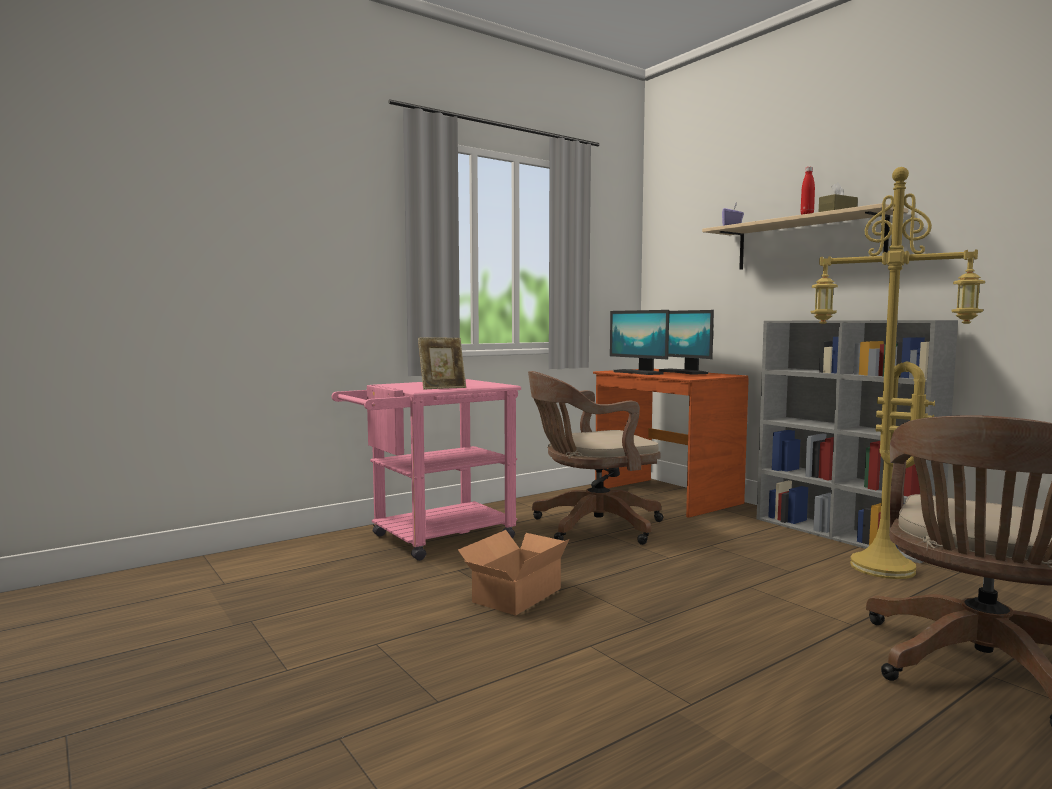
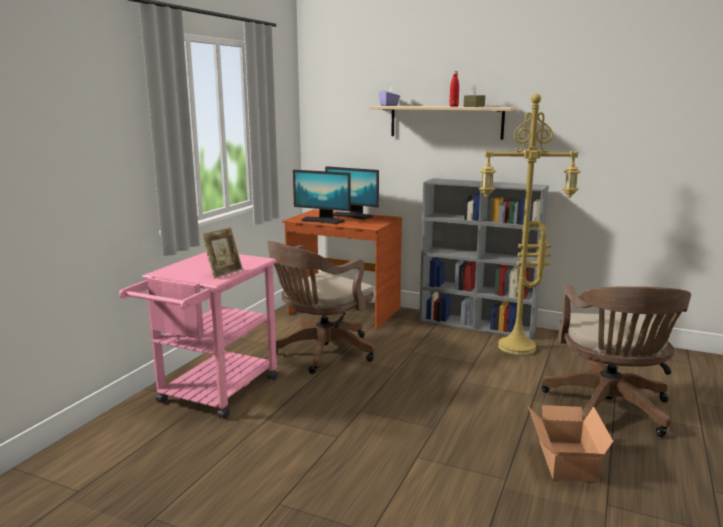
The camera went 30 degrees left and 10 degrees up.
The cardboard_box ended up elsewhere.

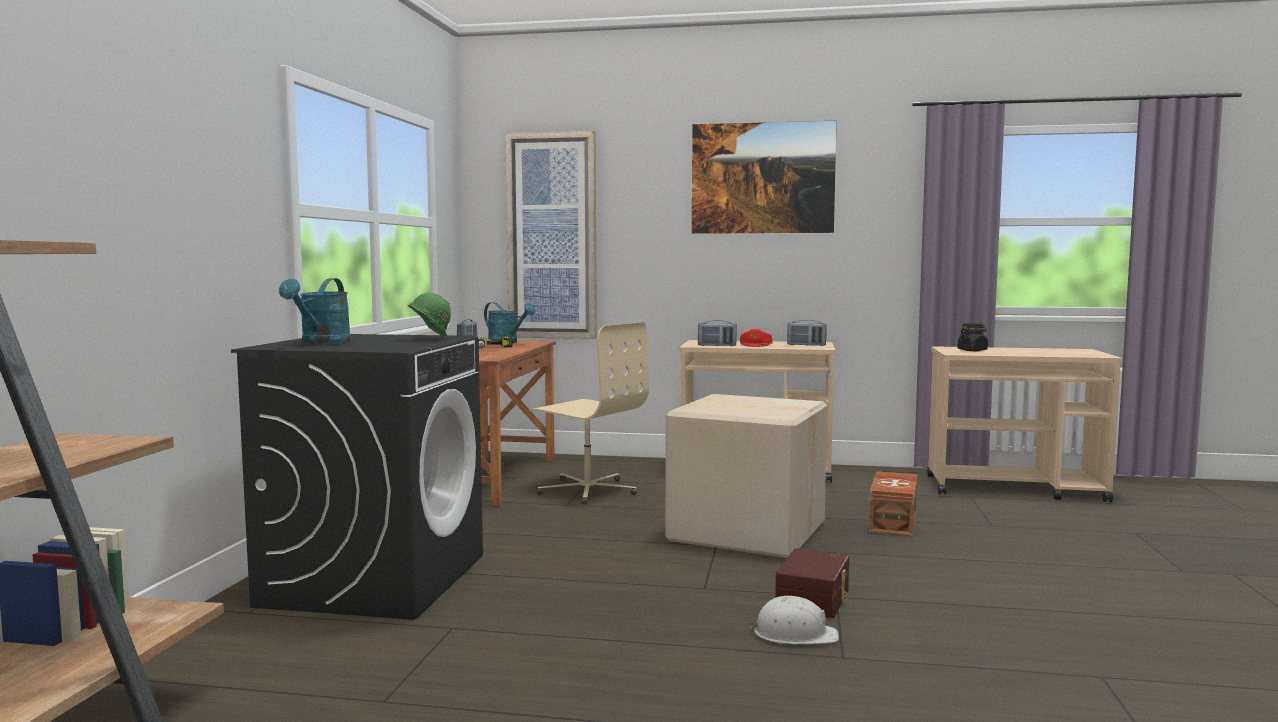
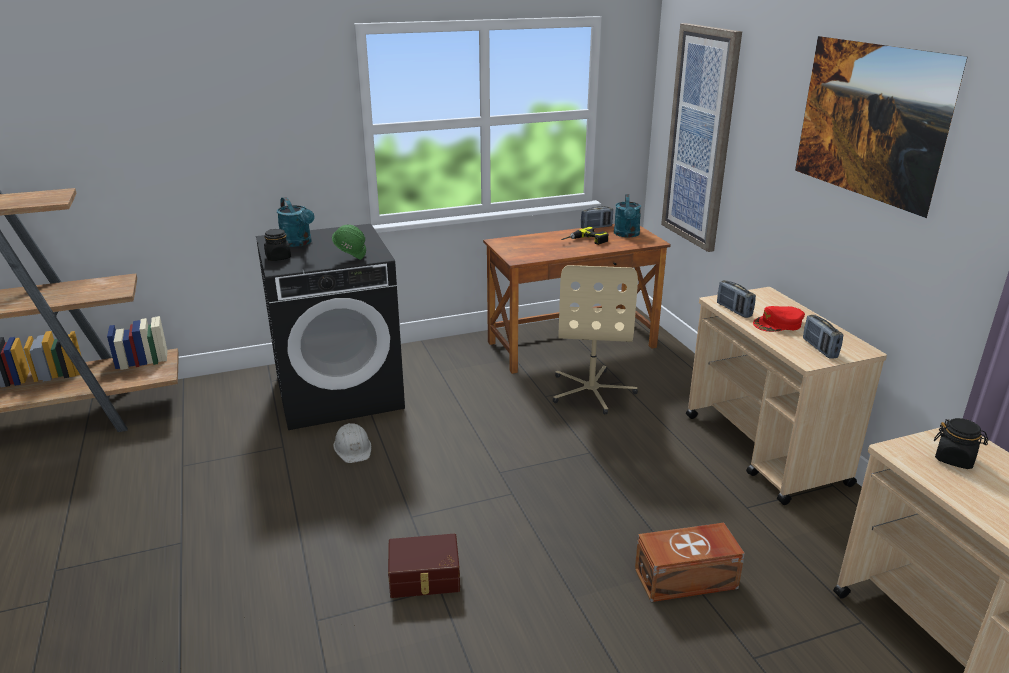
The camera went 60 degrees right and 20 degrees up.
The turquoise_watering_can (no. 1 from left) ended up facing another way, 105 degrees counterclockwise from before.
The second view lost the cardboard_box.
The white_hard_hat ended up elsewhere.
The second view gained the black_jar (no. 1 from left).

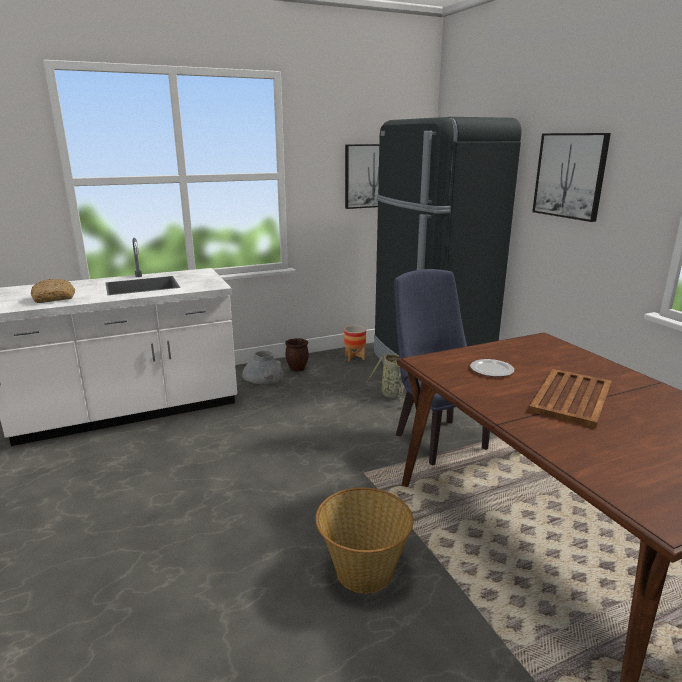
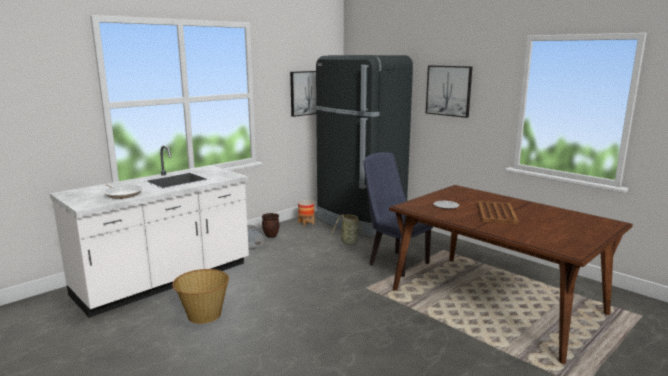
The camera went 20 degrees left and 5 degrees down.
Where the bread stood, the frying_pan came to stand.
The basket (no. 1 from left) ended up elsewhere.

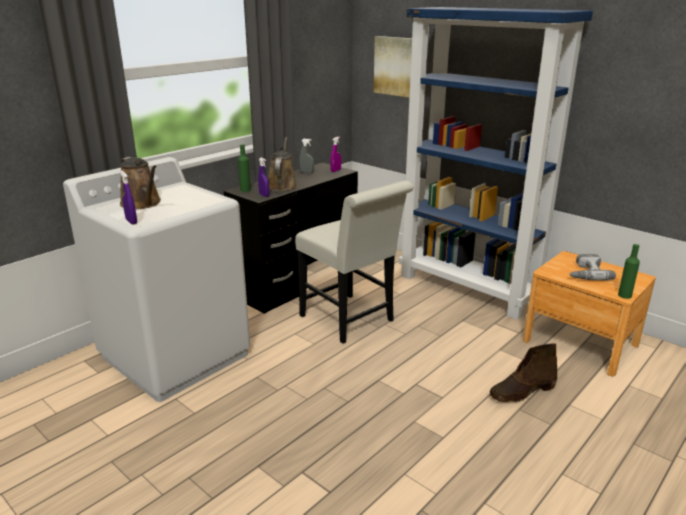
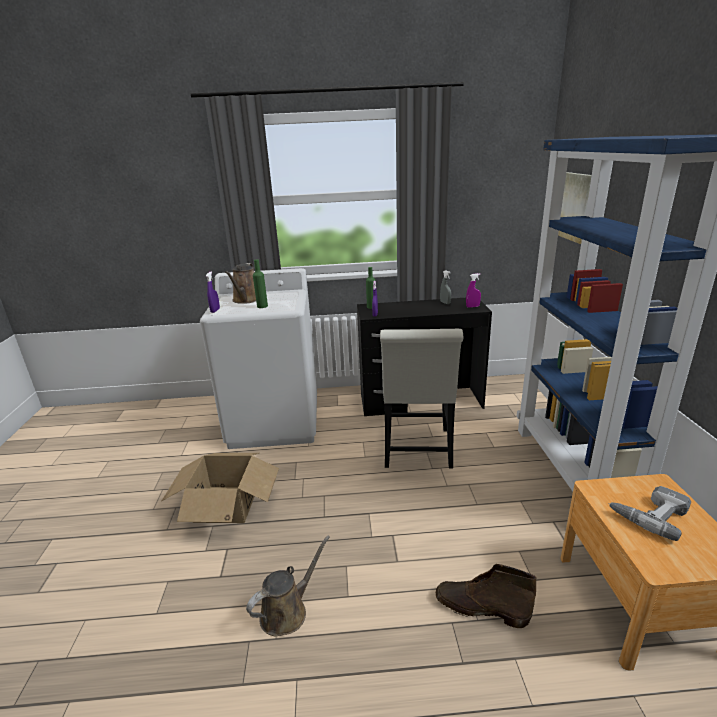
The camera went 45 degrees right and 0 degrees up.
The brown_watering_can (no. 2 from left) ended up elsewhere.
The green_bottle (no. 2 from left in the first image) ended up elsewhere.
The second view gained the cardboard_box.

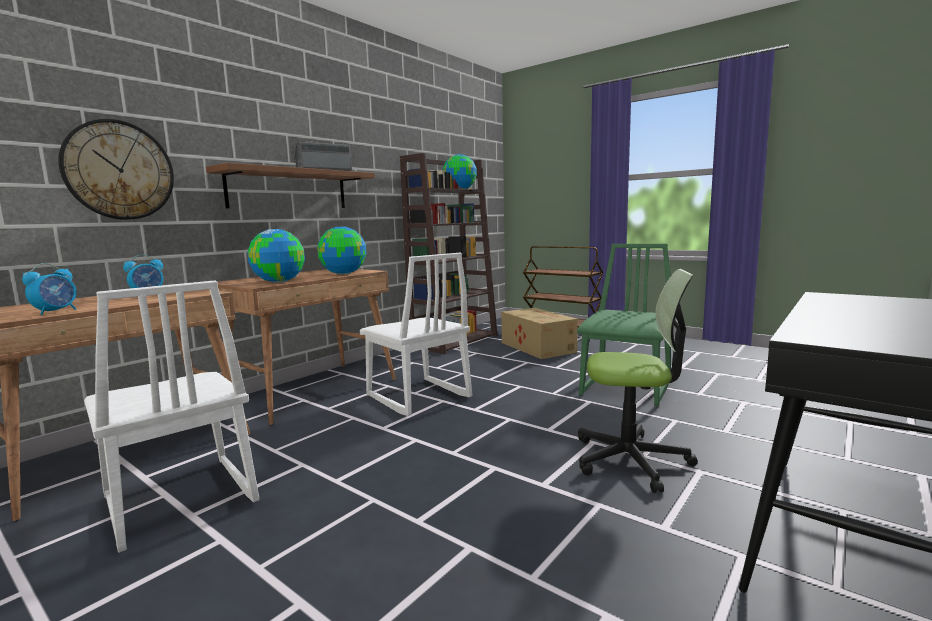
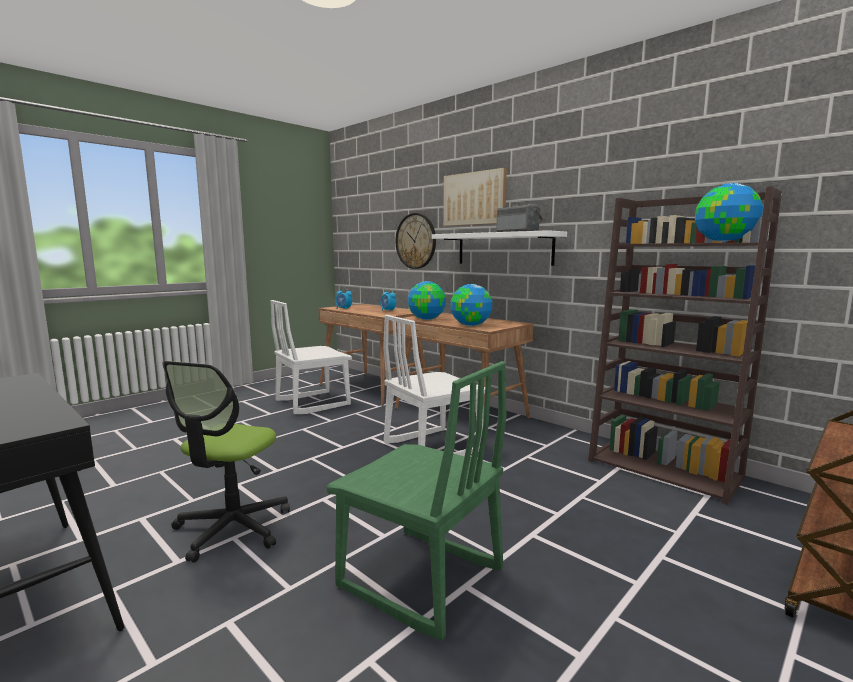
The camera went 95 degrees right and 0 degrees up.
What was the brown_shelf turned into the white_shelf.
The second view lost the cardboard_box.
The second view gained the picture.

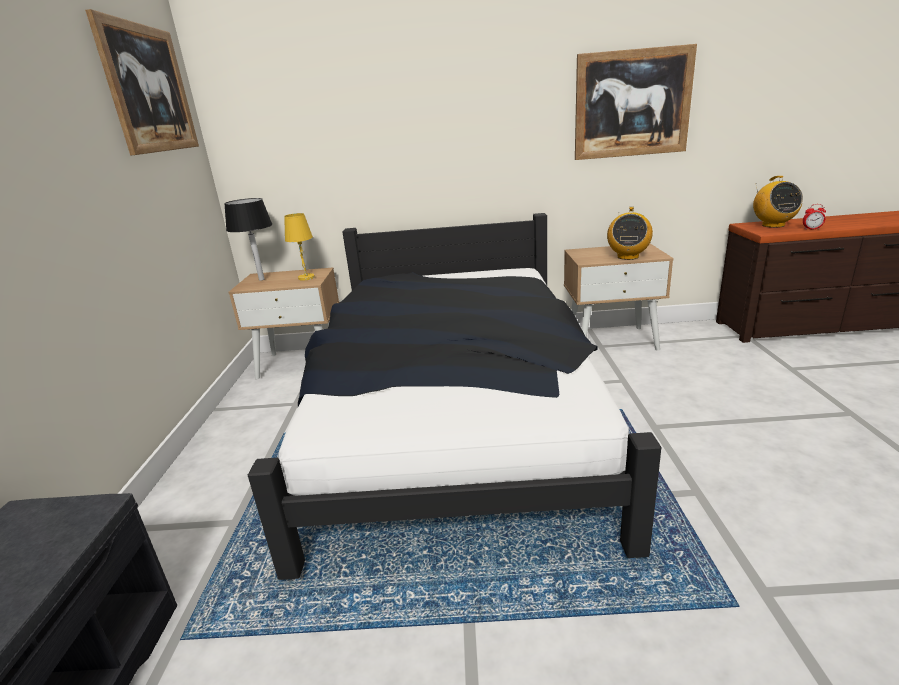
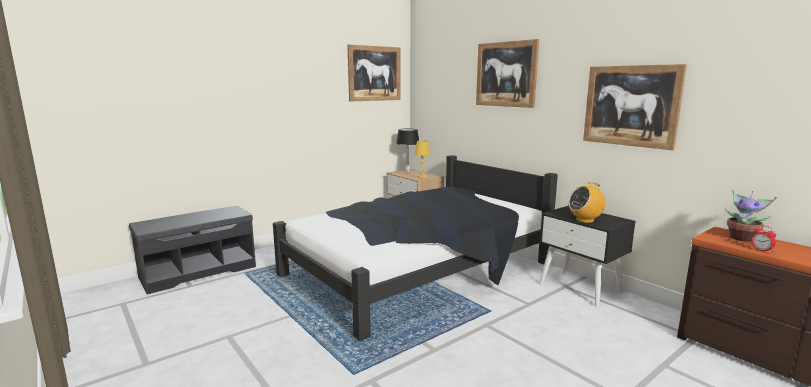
The camera went 50 degrees right and 10 degrees down.
Where the radio (no. 2 from left) stood, the potted_plant came to stand.
What was the beige_nightstand (no. 2 from left) turned into the black_nightstand.
The second view gained the picture (no. 2 from left).

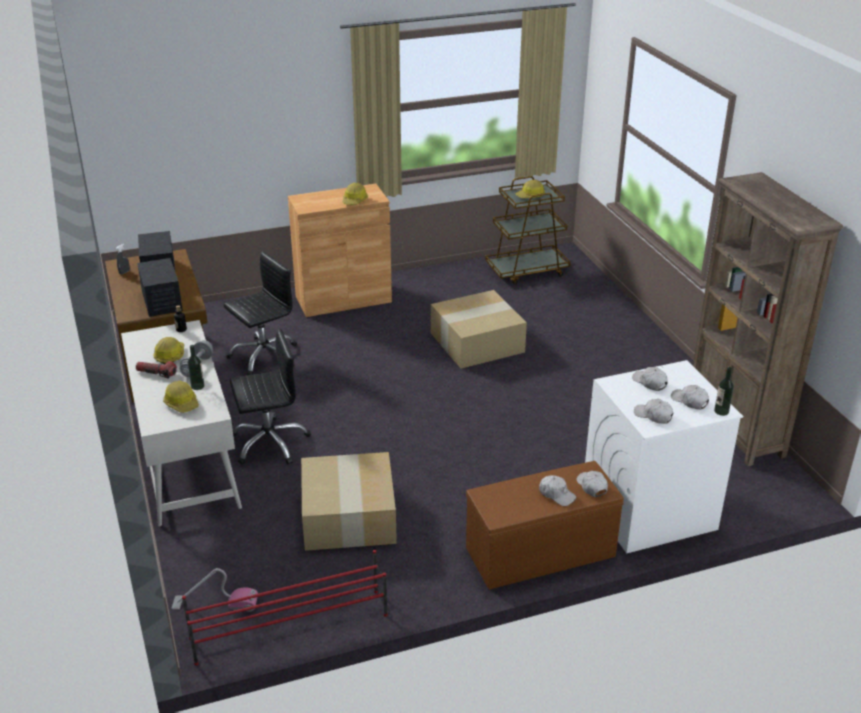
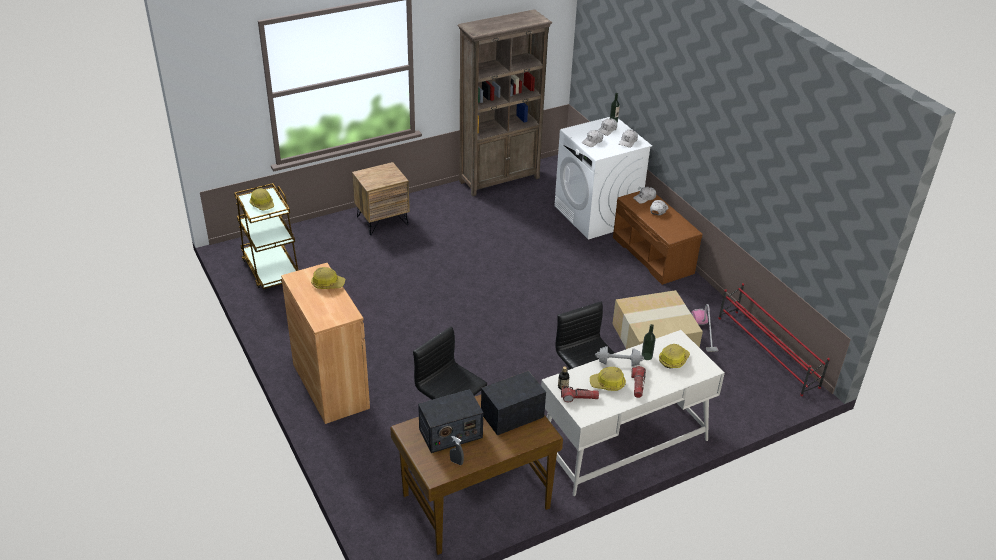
The camera went 100 degrees left and 5 degrees up.
The second view lost the cardboard_box (no. 2 from left).
The vacuum_cleaner ended up elsewhere.
The second view gained the brown_nightstand.
The second view gained the flashlight (no. 1 from left).

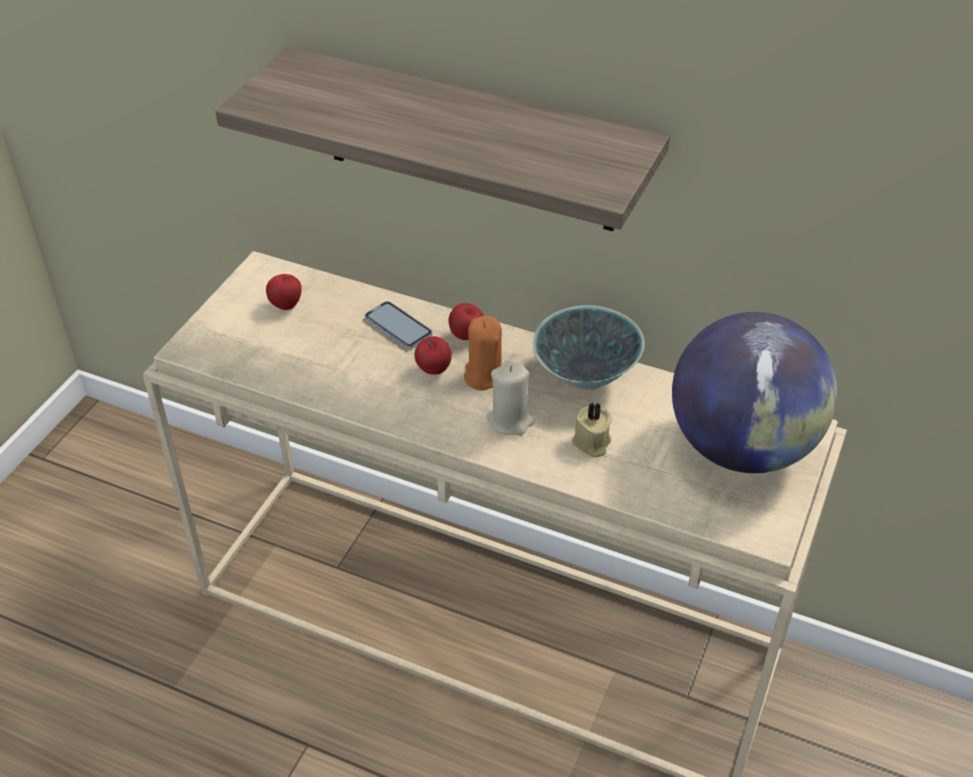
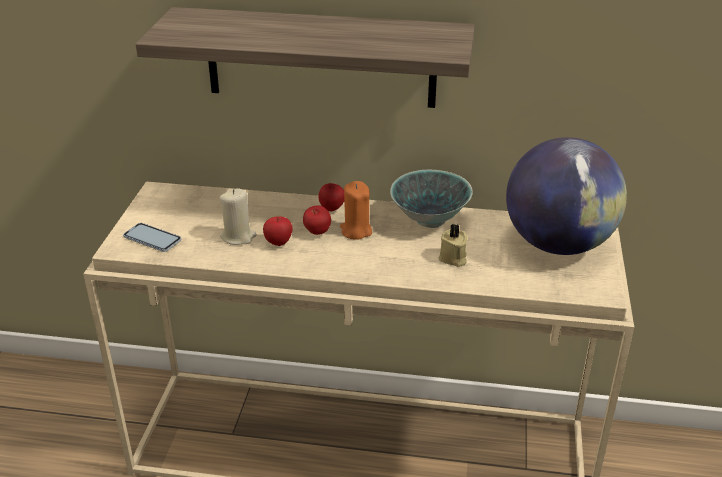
The camera went 15 degrees left and 10 degrees down.
The apple (no. 1 from left) ended up elsewhere.
The phone ended up elsewhere.
The beige_candle (no. 1 from left) ended up elsewhere.

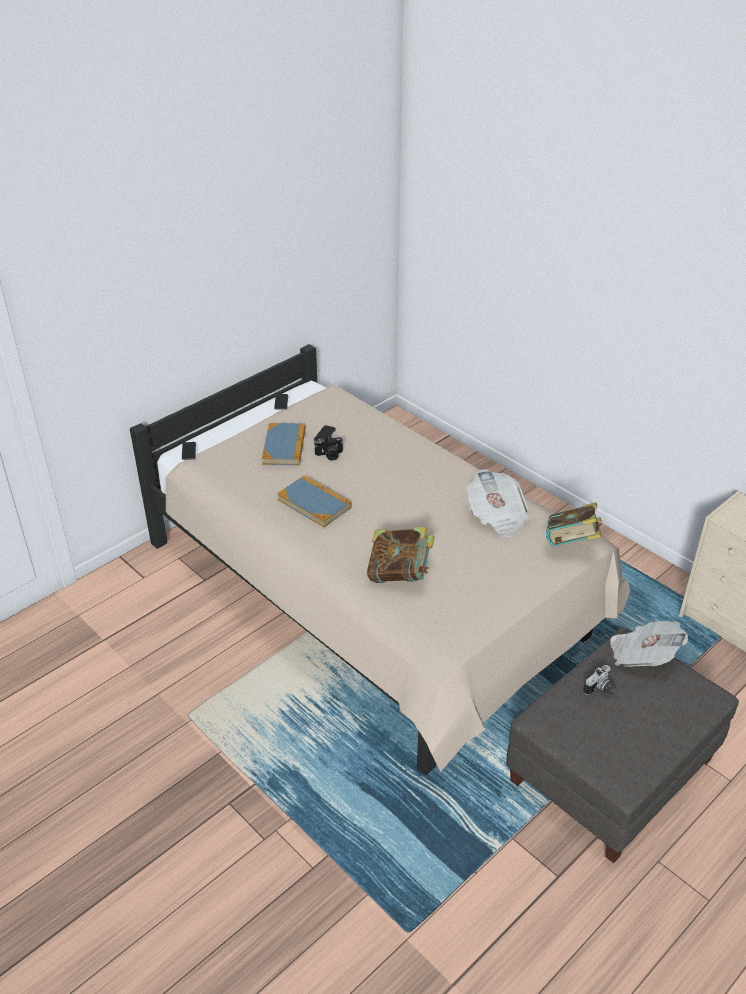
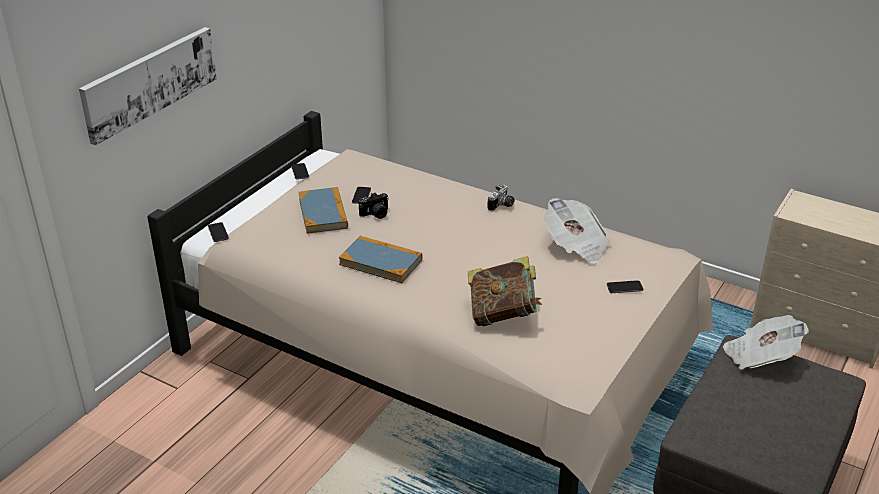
The camera went 15 degrees left and 5 degrees down.
The second view lost the book (no. 4 from left).
The photo_camera (no. 2 from left) ended up elsewhere.
The second view gained the picture.
The second view gained the phone (no. 4 from left).

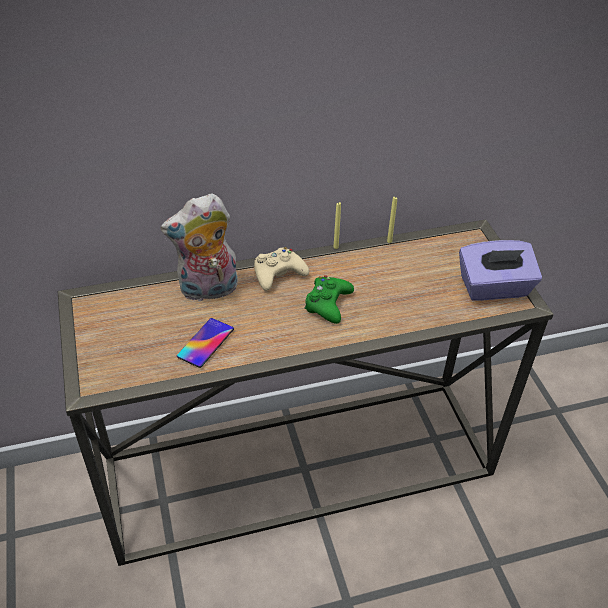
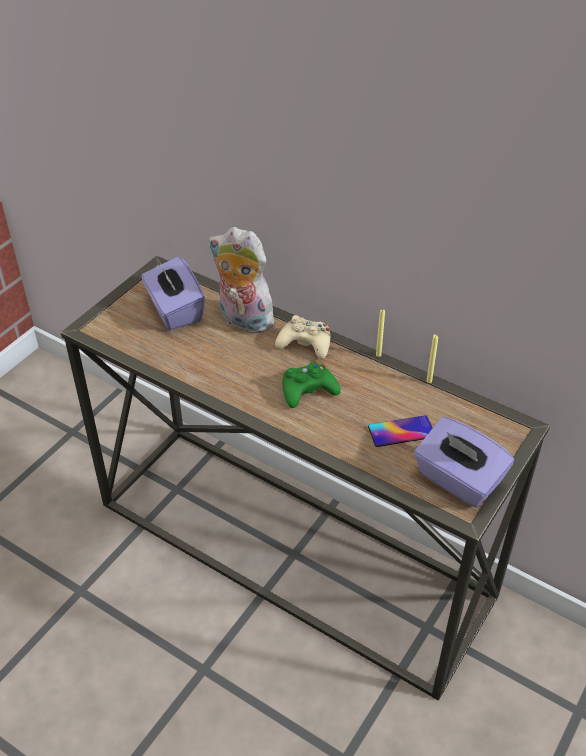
The camera went 50 degrees right and 0 degrees up.
The phone ended up elsewhere.
The second view gained the purple_tissue_box (no. 1 from left).

